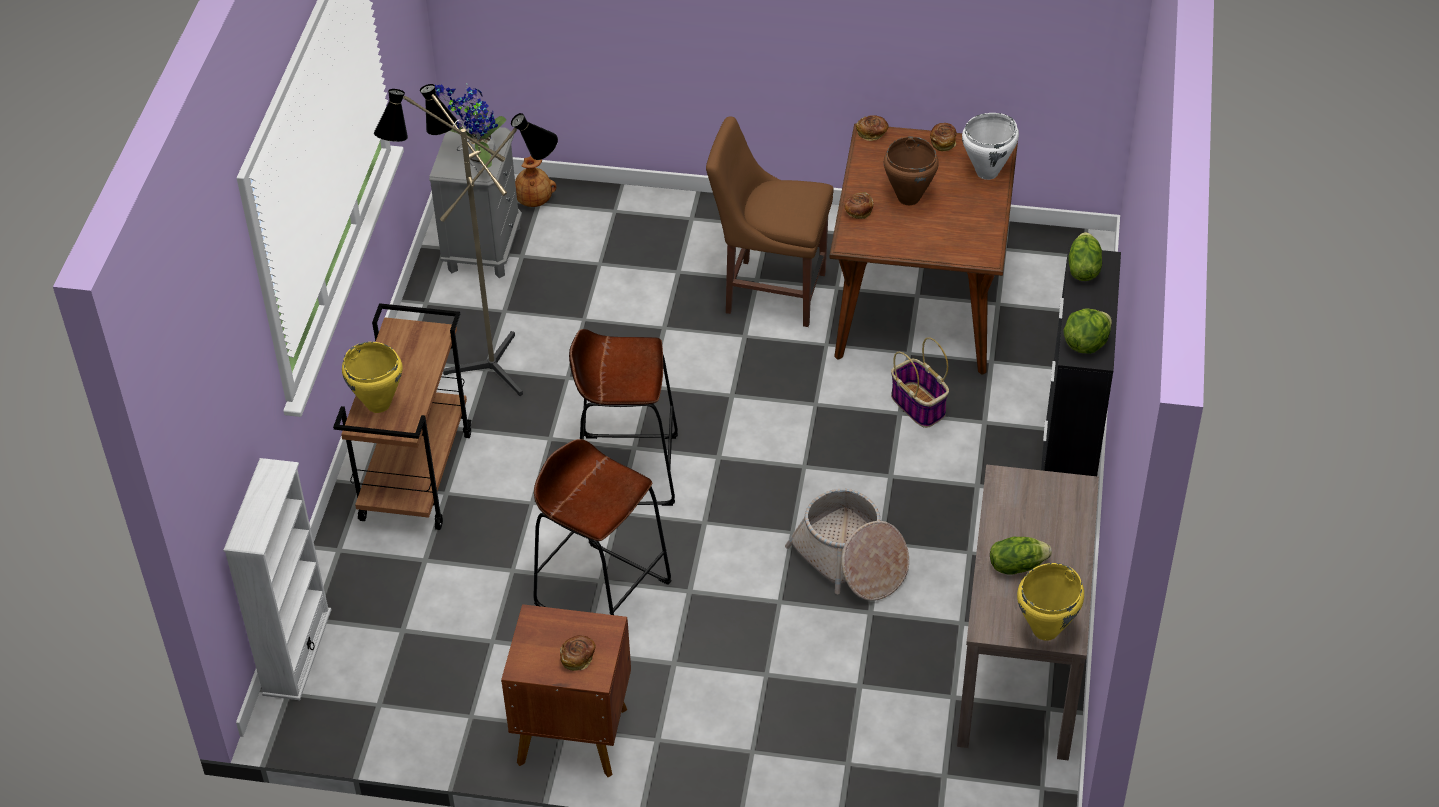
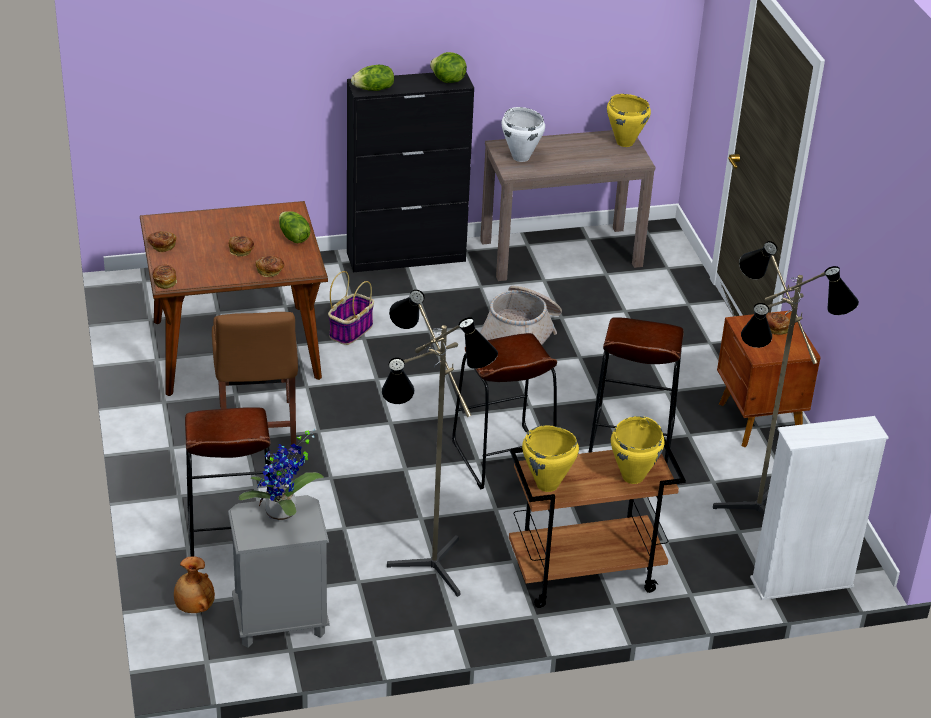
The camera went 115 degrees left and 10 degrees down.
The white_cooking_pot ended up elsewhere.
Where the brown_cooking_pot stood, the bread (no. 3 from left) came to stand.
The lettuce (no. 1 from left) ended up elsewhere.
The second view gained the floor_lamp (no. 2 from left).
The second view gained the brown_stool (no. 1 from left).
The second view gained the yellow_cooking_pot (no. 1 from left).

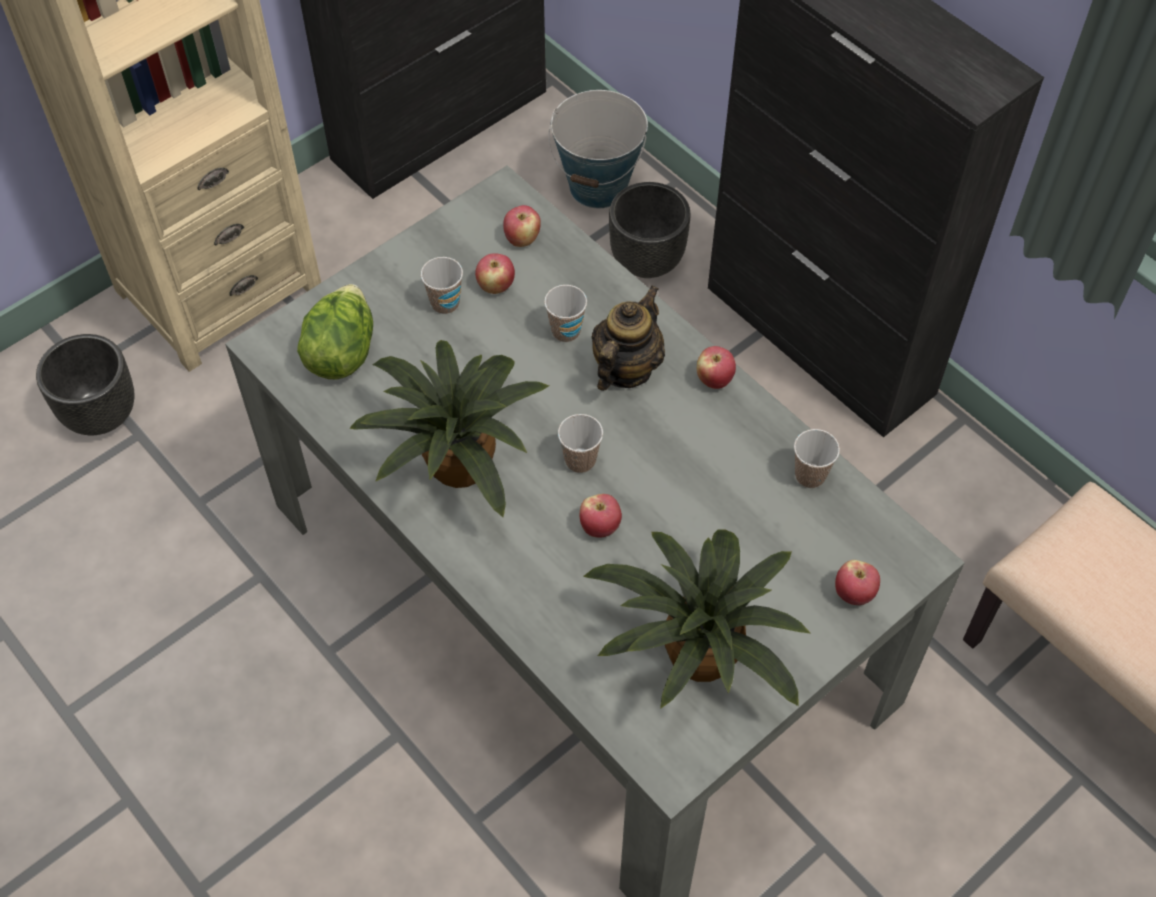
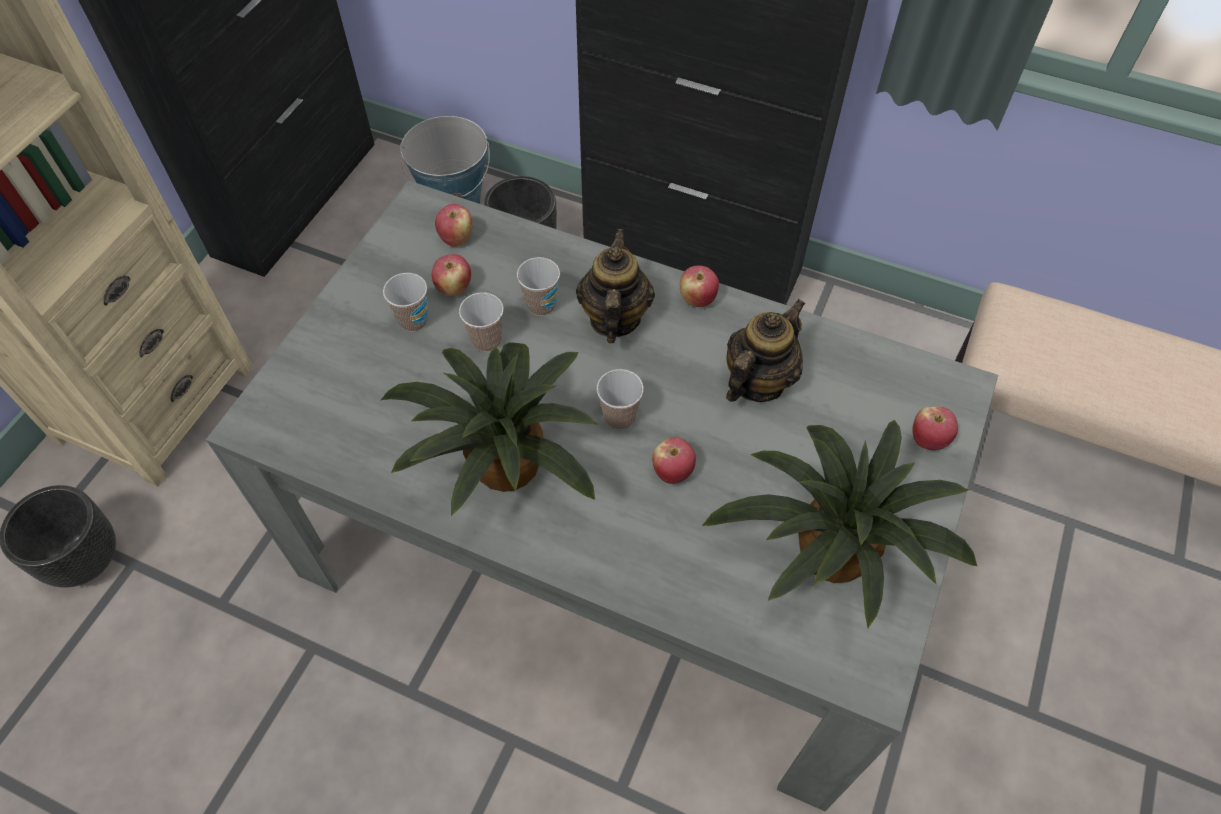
The camera went 25 degrees left and 0 degrees up.
The second view lost the lettuce.
The cup (no. 4 from left in the first image) ended up elsewhere.
The second view gained the teapot (no. 2 from left).

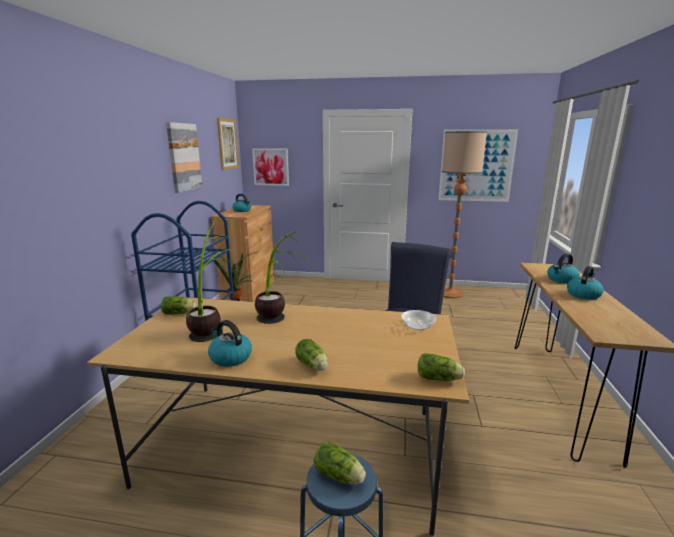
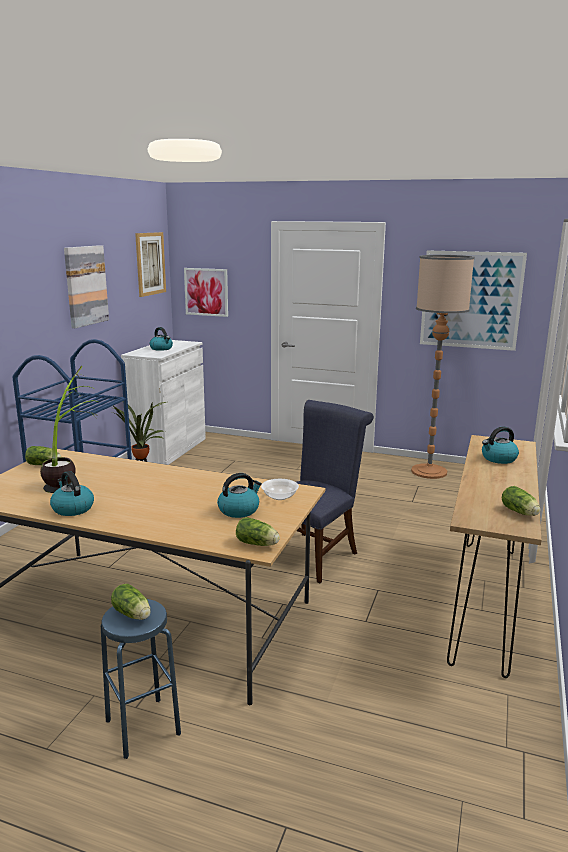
The camera went 10 degrees right and 0 degrees up.
What was the brown_cabinet turned into the white_cabinet.
The second view lost the potted_plant (no. 3 from left).
The kettle (no. 4 from left in the first image) ended up elsewhere.
The lettuce (no. 2 from left in the first image) ended up elsewhere.

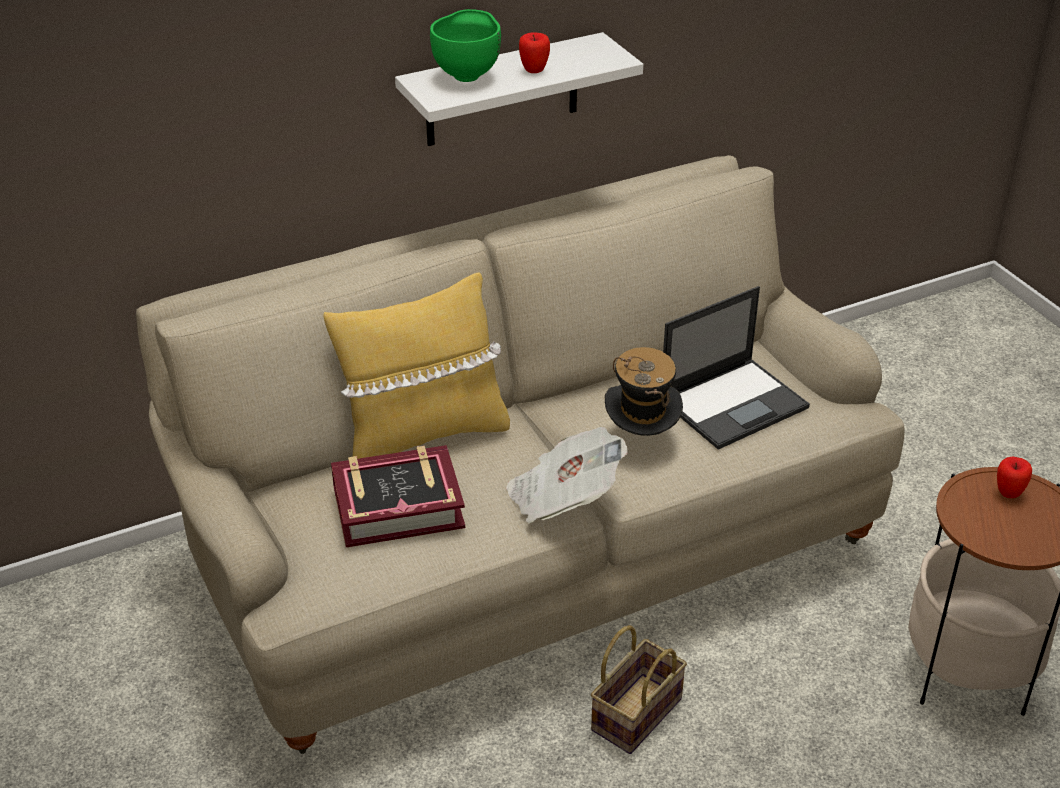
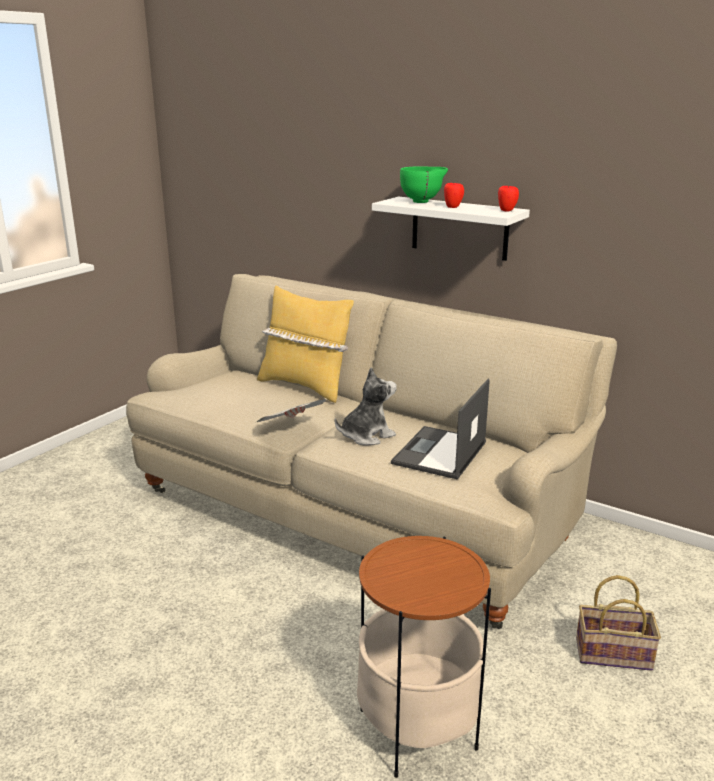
The camera went 60 degrees right and 15 degrees down.
The laptop ended up facing another way, 90 degrees clockwise from before.
Where the hat stood, the plush_toy came to stand.
The second view lost the book.
The apple (no. 2 from left) ended up elsewhere.
The basket ended up elsewhere.

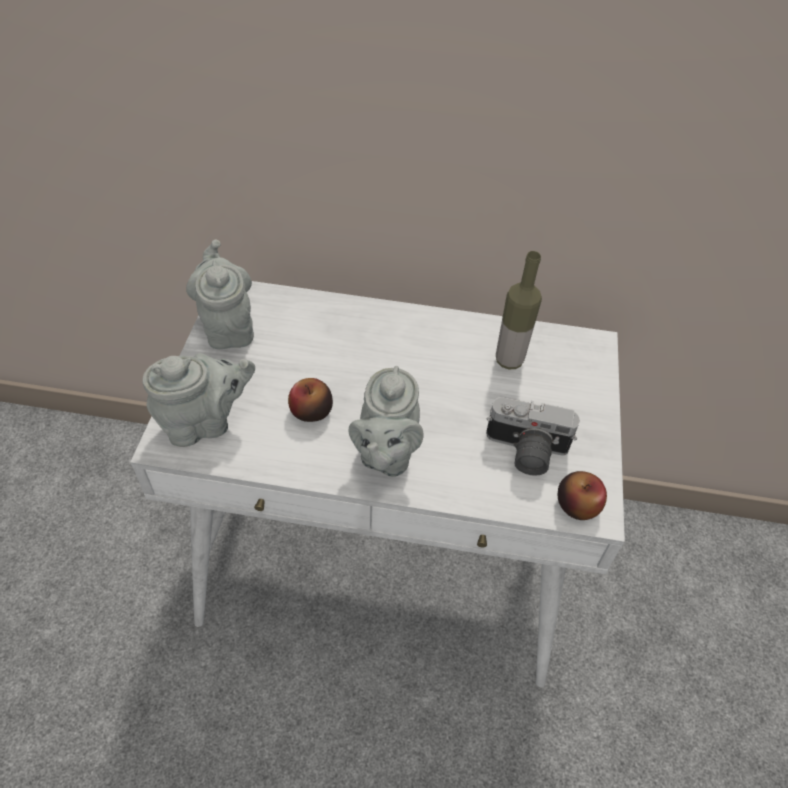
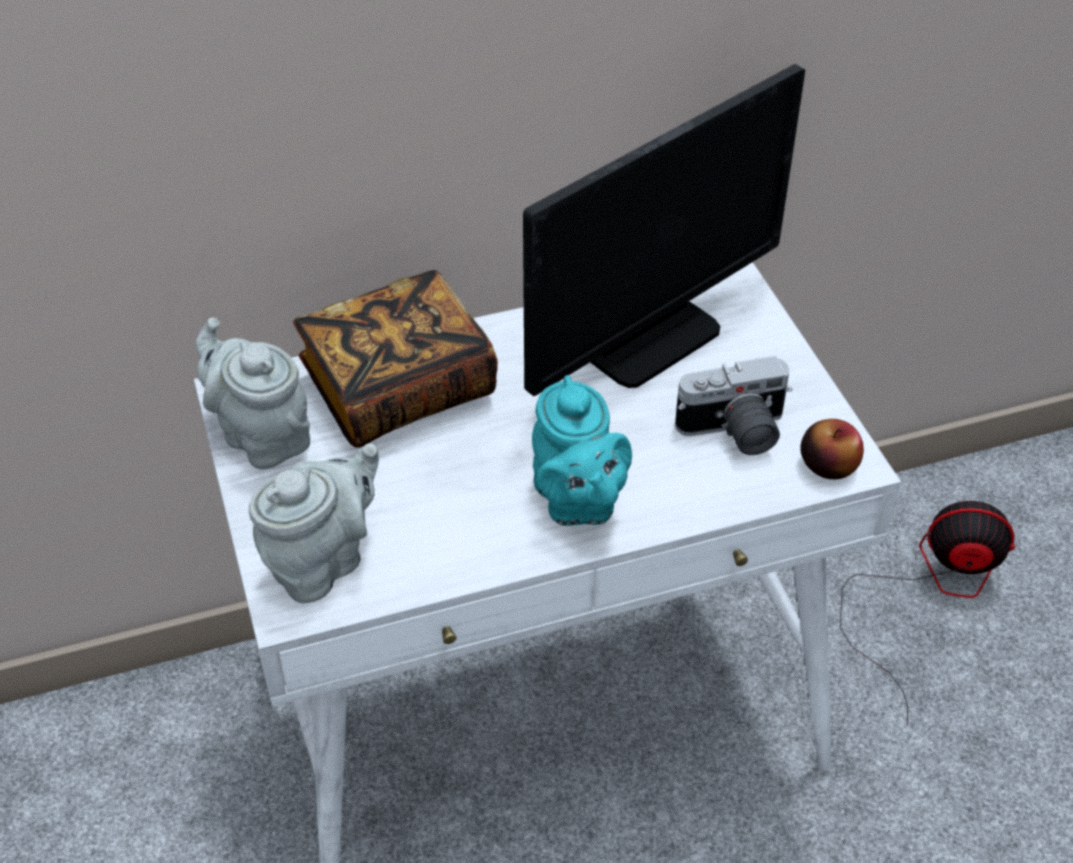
The camera went 25 degrees left and 5 degrees down.
Where the bottle stood, the monitor came to stand.
What was the grey_teapot (no. 3 from left) turned into the turquoise_teapot.
The second view lost the apple (no. 1 from left).
The second view gained the book.
The second view gained the fan.

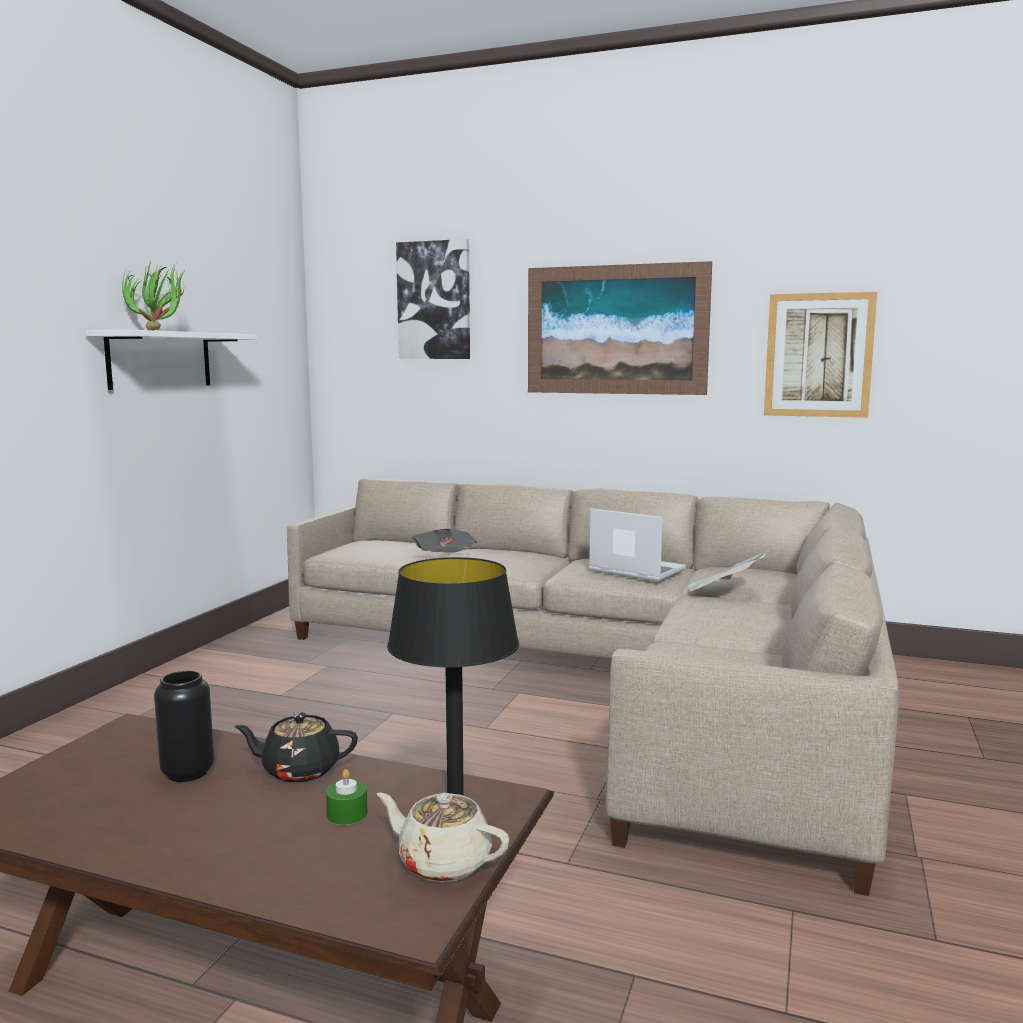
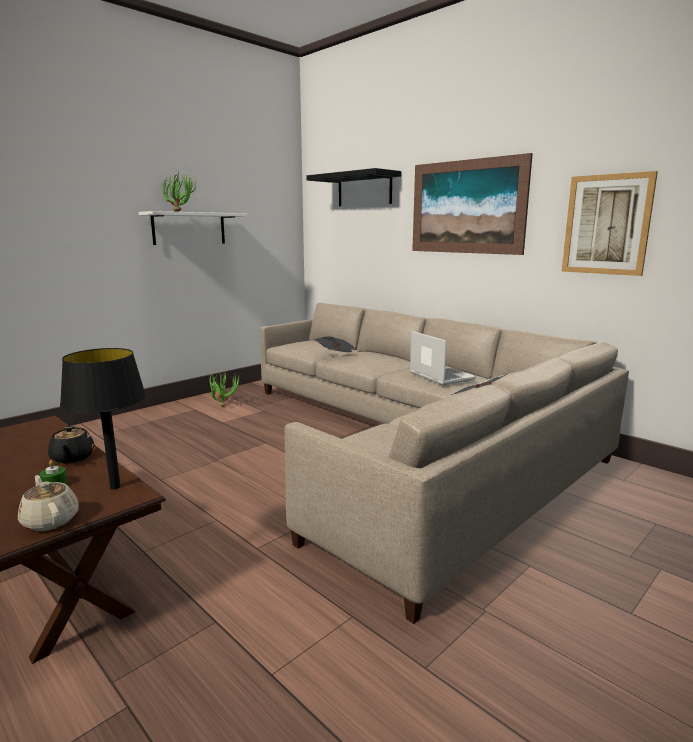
The camera went 25 degrees right and 5 degrees up.
Where the picture (no. 1 from left) hung, the black_shelf came to hang.
The second view lost the black_vase.
The black_teapot ended up facing another way, 135 degrees counterclockwise from before.
The second view gained the potted_plant (no. 2 from left).

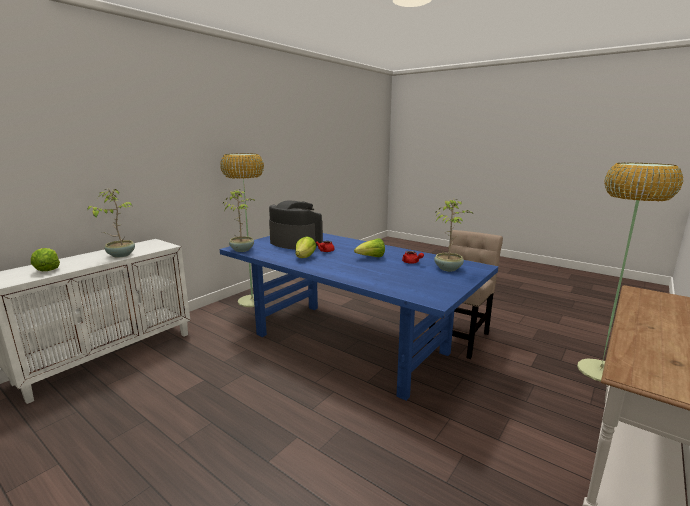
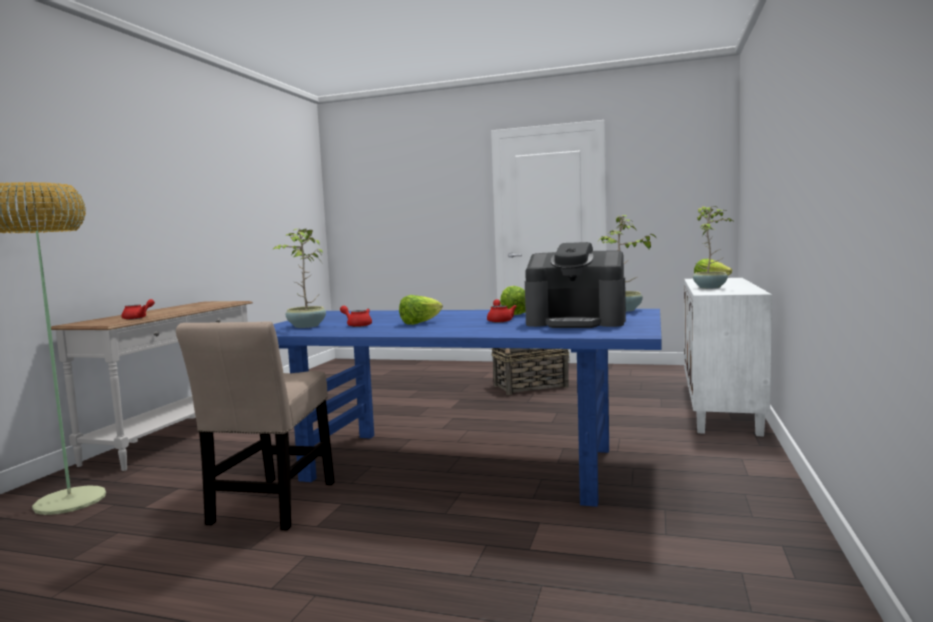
The camera went 160 degrees right and 10 degrees down.
The second view lost the floor_lamp (no. 1 from left).
The second view gained the red_teapot (no. 1 from left).
The second view gained the basket.

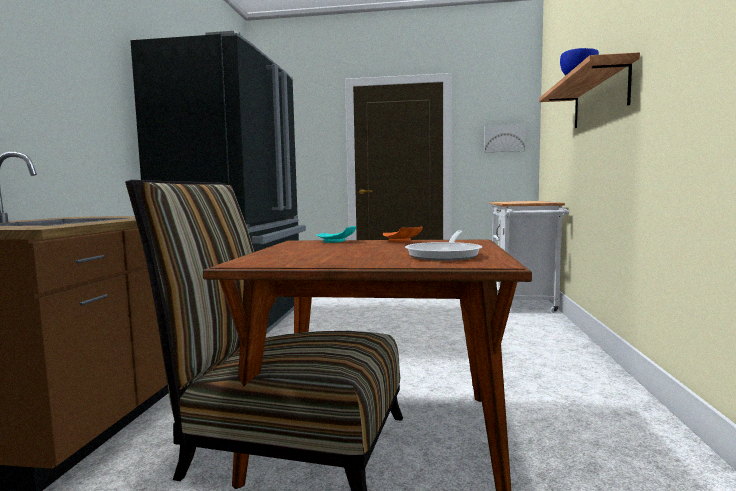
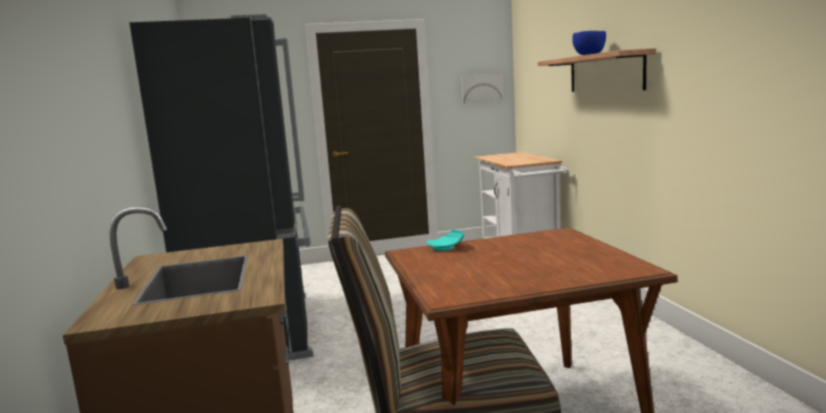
The camera went 20 degrees left and 5 degrees up.
The second view lost the orange_plate.
The second view lost the frying_pan.

